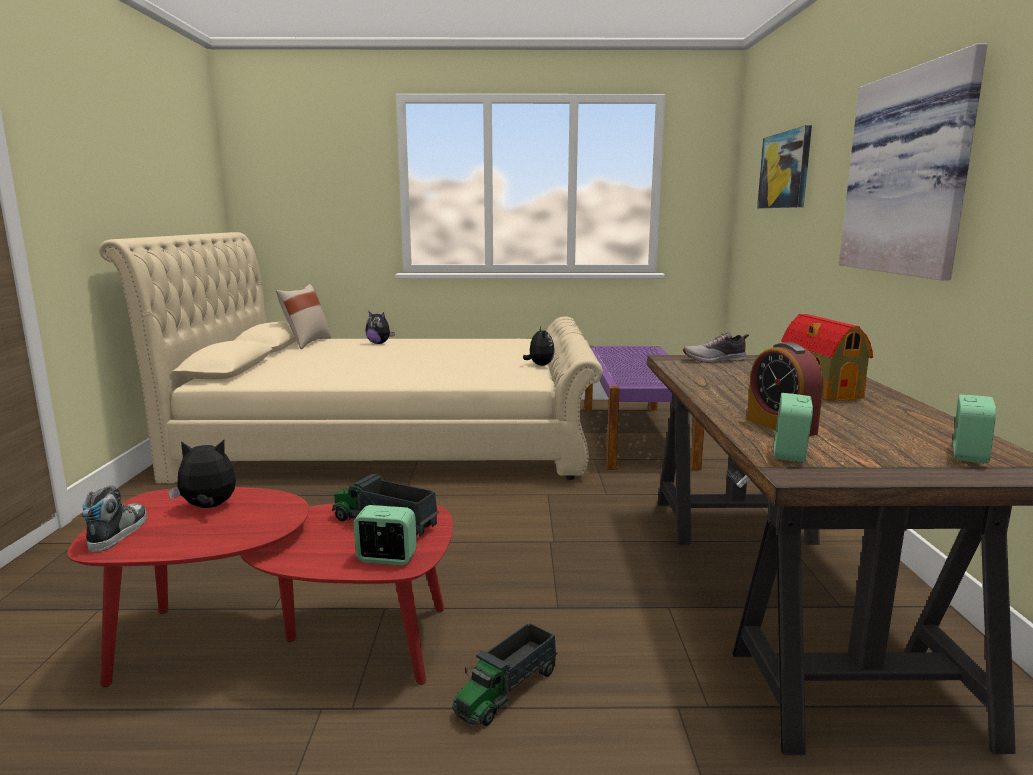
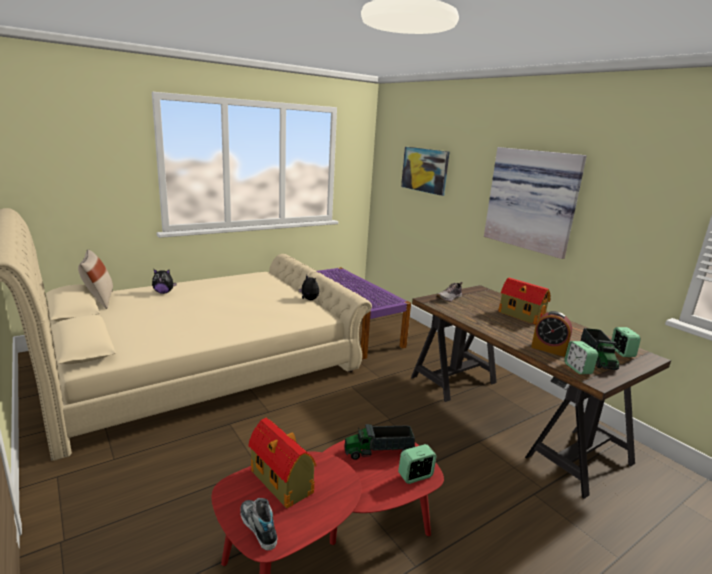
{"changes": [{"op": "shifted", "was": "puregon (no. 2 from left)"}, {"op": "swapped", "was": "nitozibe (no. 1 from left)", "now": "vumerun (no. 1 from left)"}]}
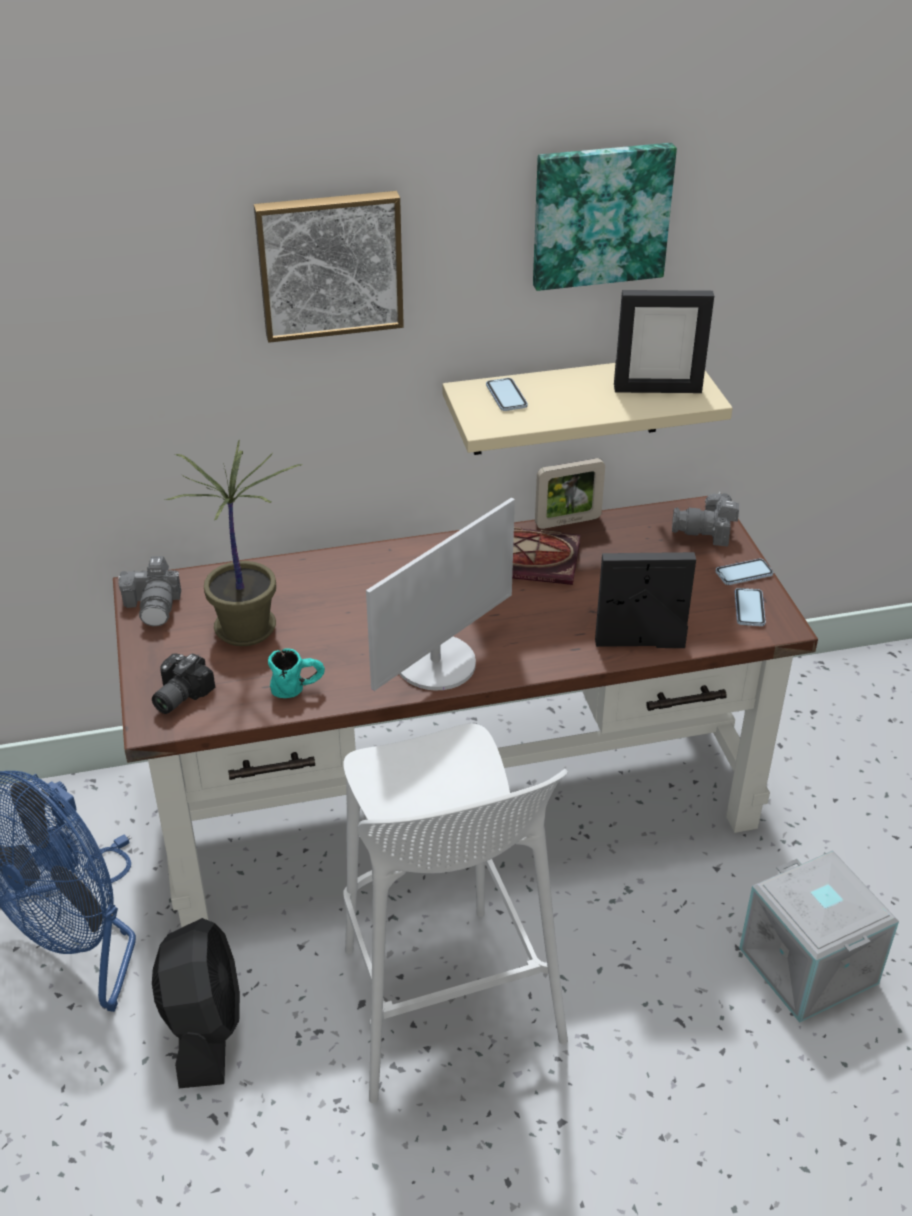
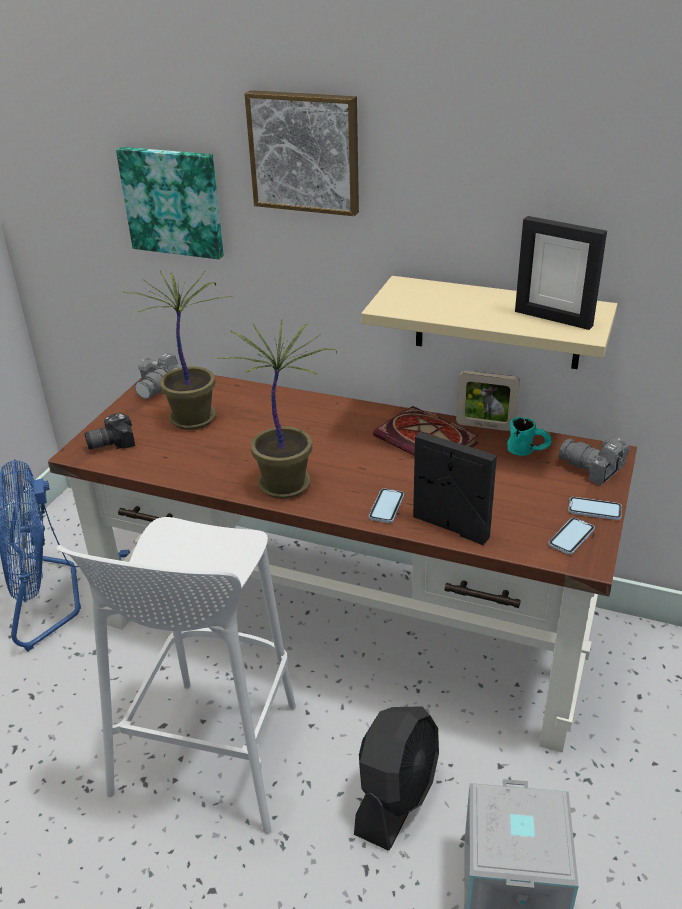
{"changes": [{"op": "shifted", "was": "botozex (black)"}, {"op": "shifted", "was": "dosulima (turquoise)"}, {"op": "shifted", "was": "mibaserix (no. 1 from left)"}, {"op": "shifted", "was": "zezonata (no. 2 from left in the first image)", "now": "zezonata (no. 1 from left)"}, {"op": "swapped", "was": "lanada", "now": "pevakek (no. 2 from left)"}]}
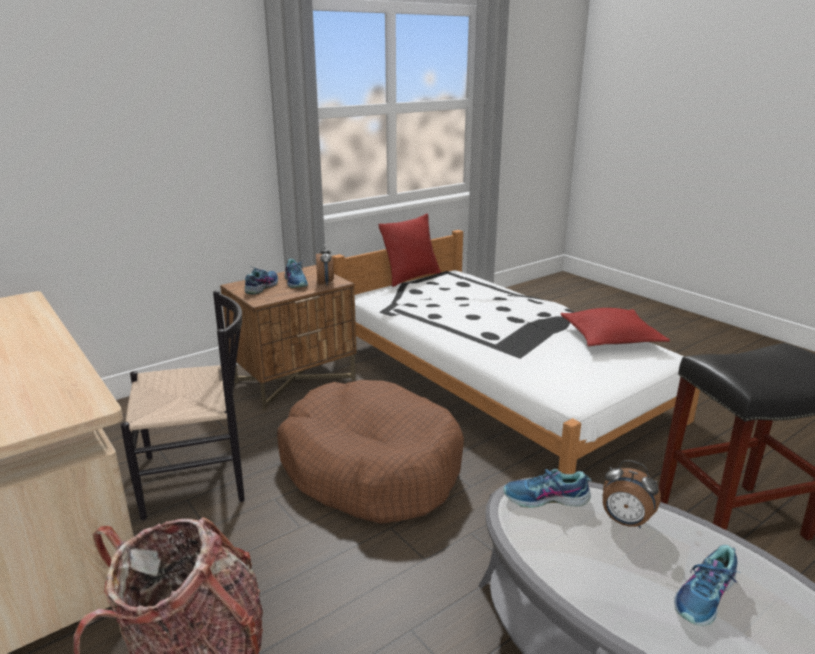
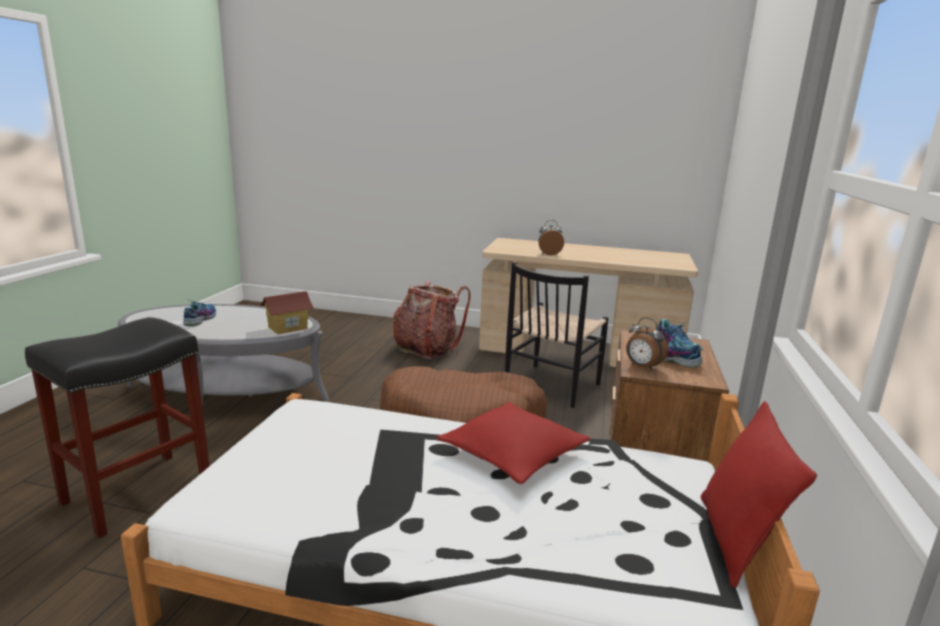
{"changes": [{"op": "shifted", "was": "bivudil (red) (no. 2 from left in the first image)", "now": "bivudil (red) (no. 1 from left)"}, {"op": "shifted", "was": "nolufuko (no. 2 from left in the first image)", "now": "nolufuko (no. 1 from left)"}, {"op": "swapped", "was": "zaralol (no. 3 from left)", "now": "vumerun"}]}
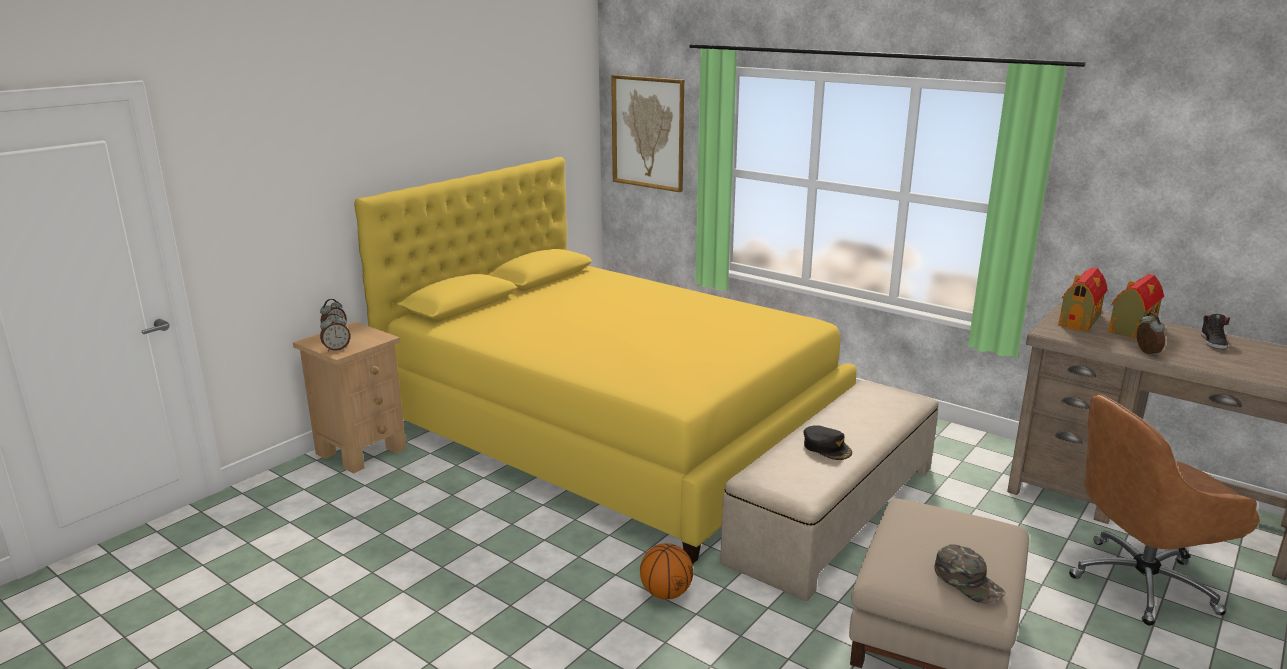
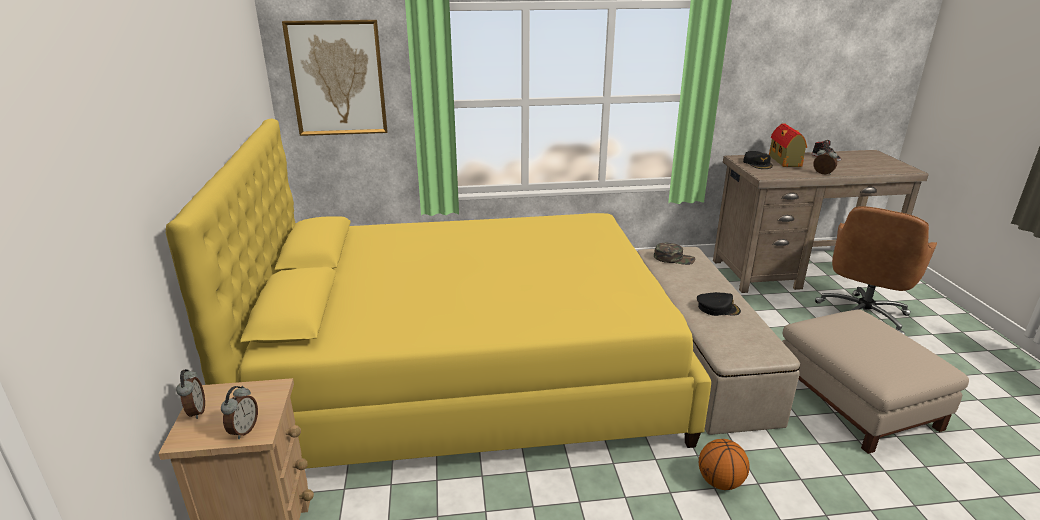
{"changes": [{"op": "shifted", "was": "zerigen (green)"}, {"op": "swapped", "was": "vumerun (no. 1 from left)", "now": "zerigen (black) (no. 2 from left)"}]}
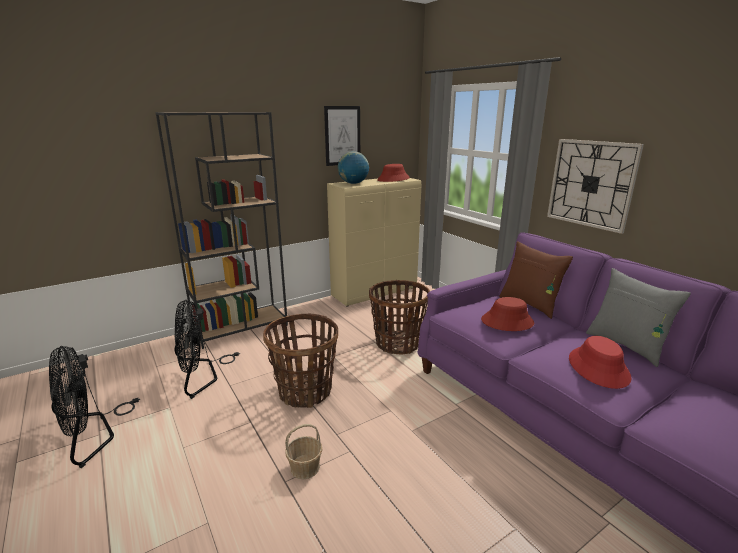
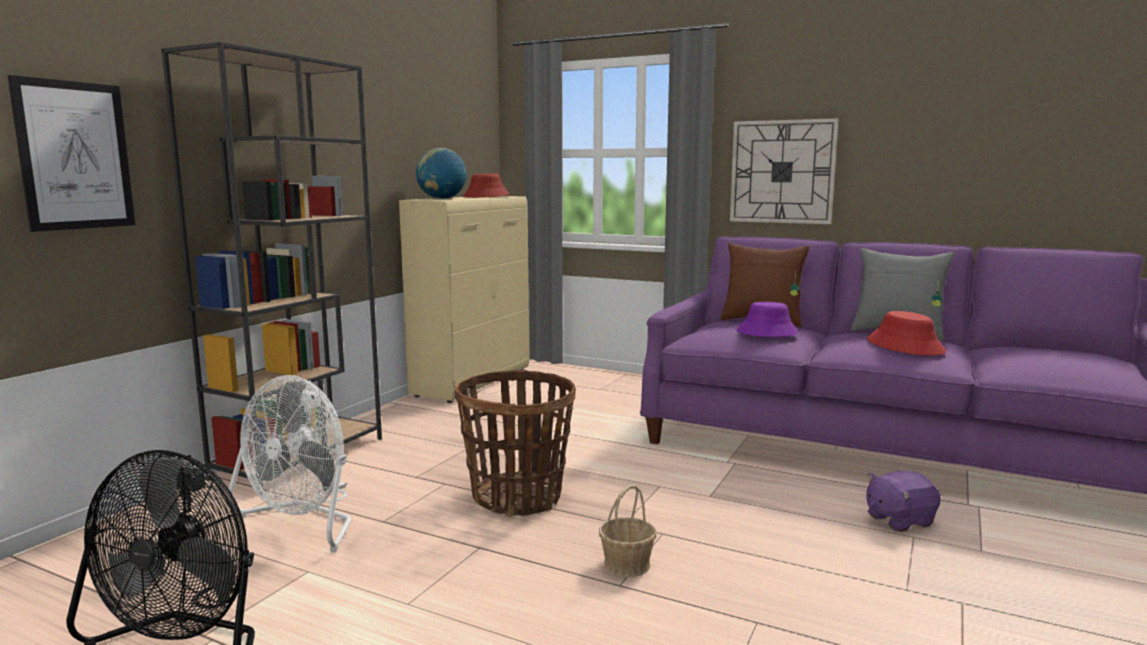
{"changes": [{"op": "gone", "was": "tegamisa (no. 3 from left)"}, {"op": "new", "now": "nitozibe (purple)"}, {"op": "shifted", "was": "zezonata"}, {"op": "repainted", "was": "botozex (black) (no. 2 from left)", "now": "botozex (white)"}, {"op": "repainted", "was": "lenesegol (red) (no. 2 from left)", "now": "lenesegol (purple)"}]}
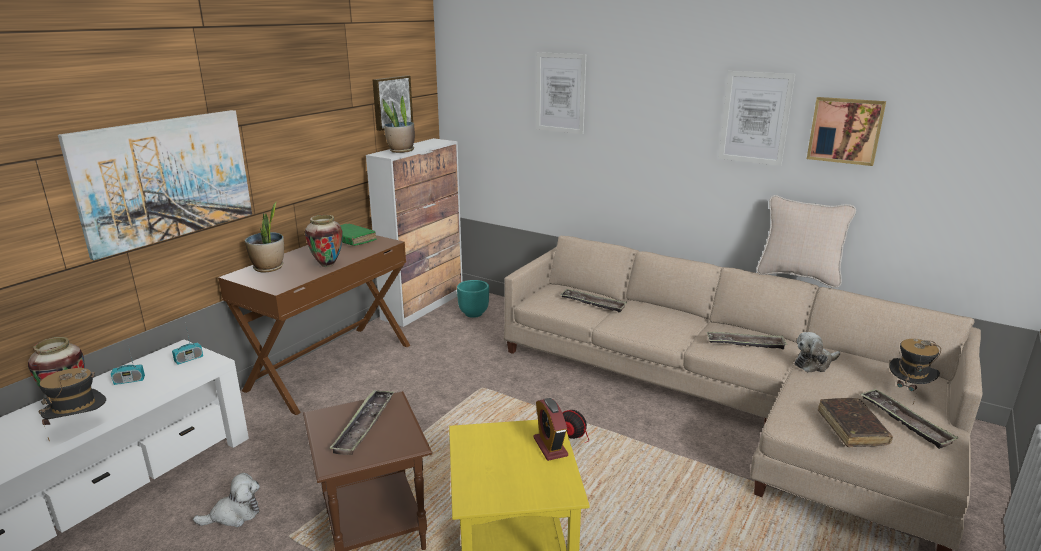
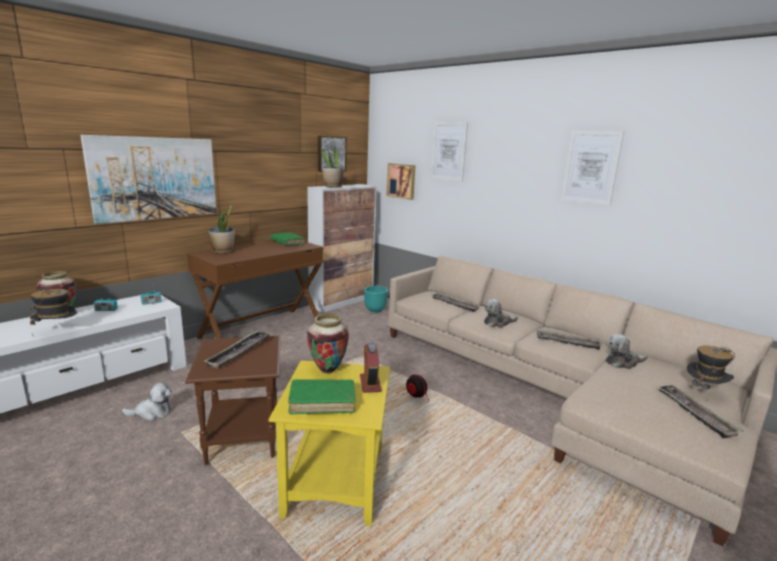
{"changes": [{"op": "gone", "was": "bivudil (beige)"}, {"op": "gone", "was": "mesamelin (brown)"}, {"op": "new", "now": "mesamelin (green) (no. 2 from left)"}, {"op": "new", "now": "nitozibe (no. 2 from left)"}, {"op": "shifted", "was": "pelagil (no. 2 from left)"}, {"op": "shifted", "was": "zezonata (no. 5 from left in the first image)", "now": "zezonata (no. 3 from left)"}]}
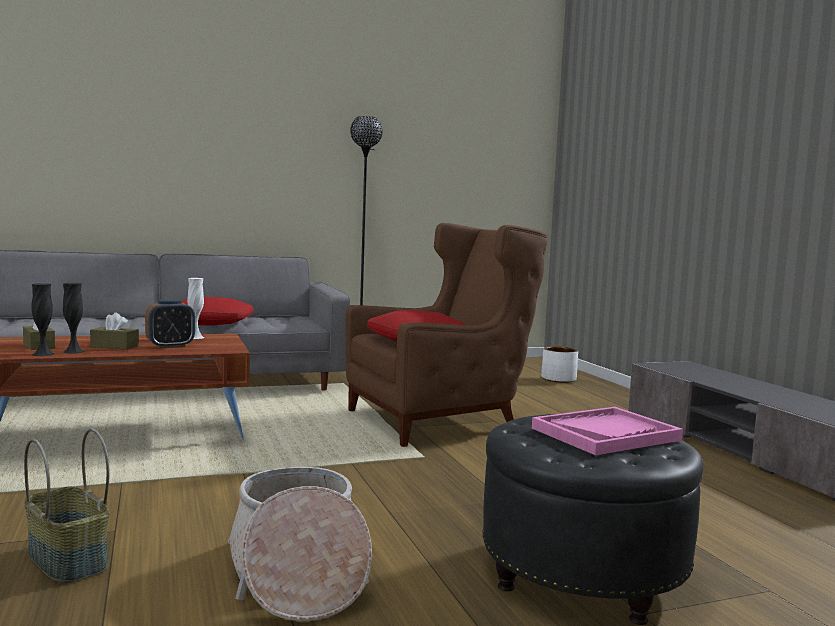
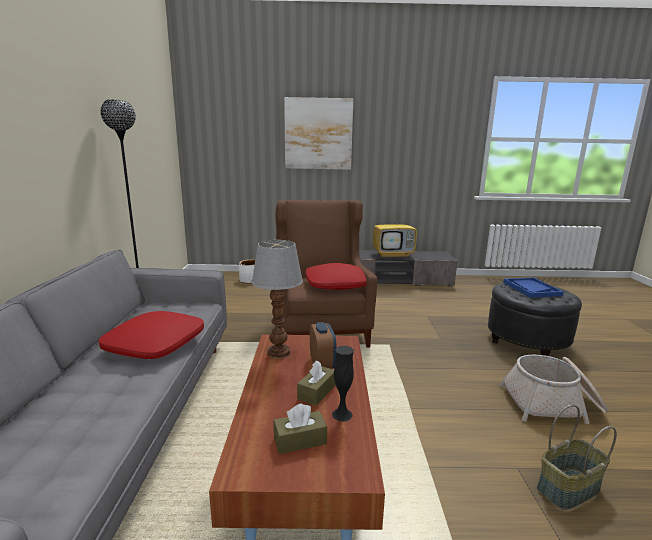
{"changes": [{"op": "gone", "was": "pelagil (black) (no. 1 from left)"}, {"op": "new", "now": "zezonata"}, {"op": "new", "now": "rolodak"}, {"op": "swapped", "was": "pelagil (white)", "now": "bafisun"}, {"op": "repainted", "was": "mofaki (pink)", "now": "mofaki (blue)"}]}
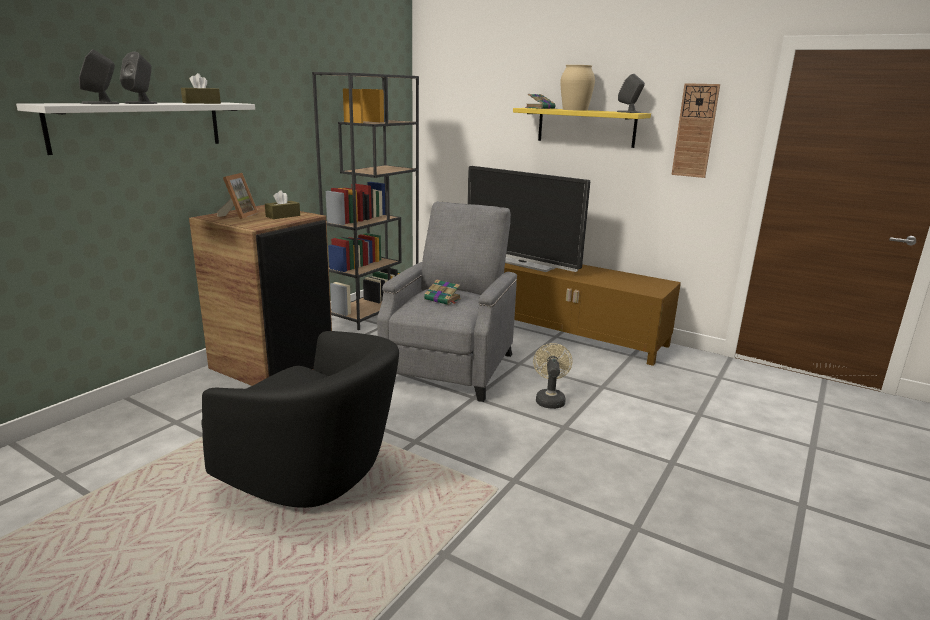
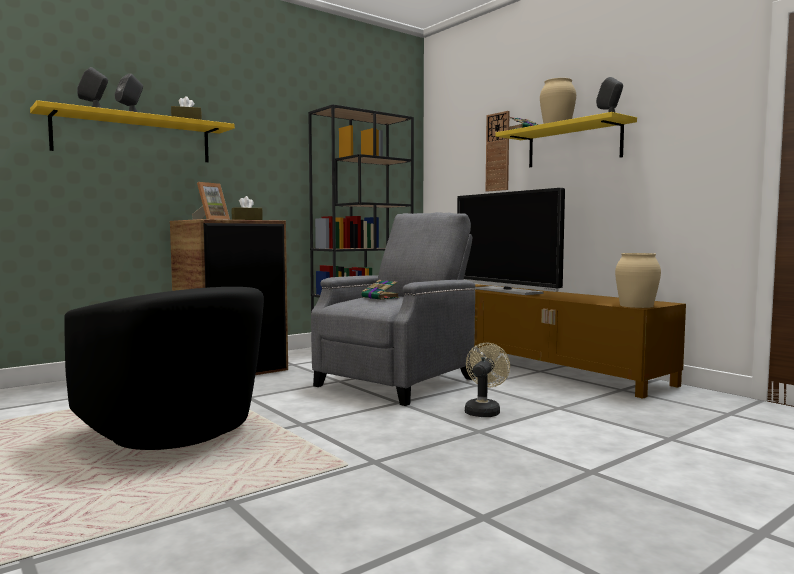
{"changes": [{"op": "new", "now": "pelagil (beige) (no. 2 from left)"}, {"op": "shifted", "was": "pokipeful"}, {"op": "repainted", "was": "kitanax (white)", "now": "kitanax (yellow) (no. 1 from left)"}]}
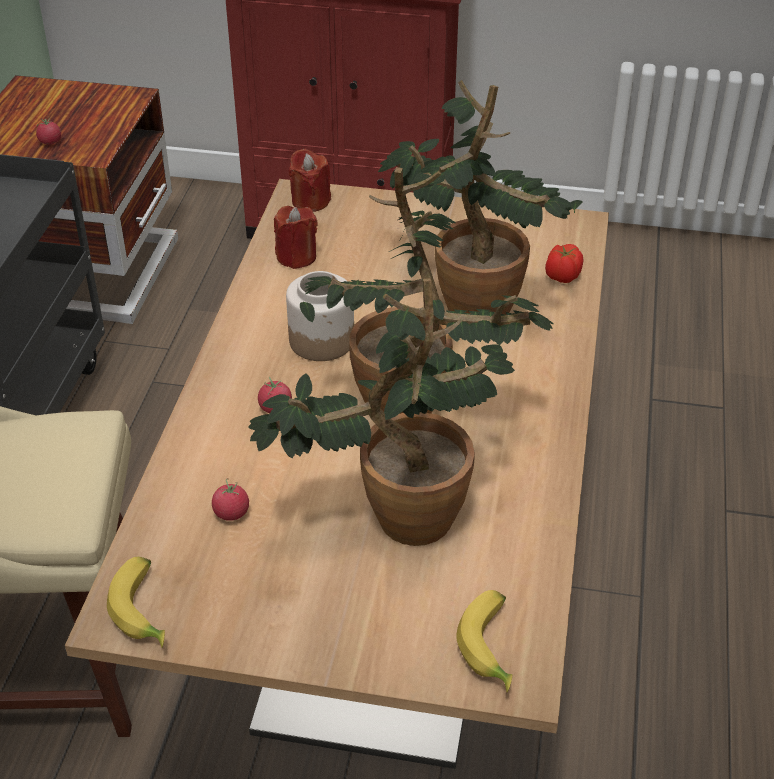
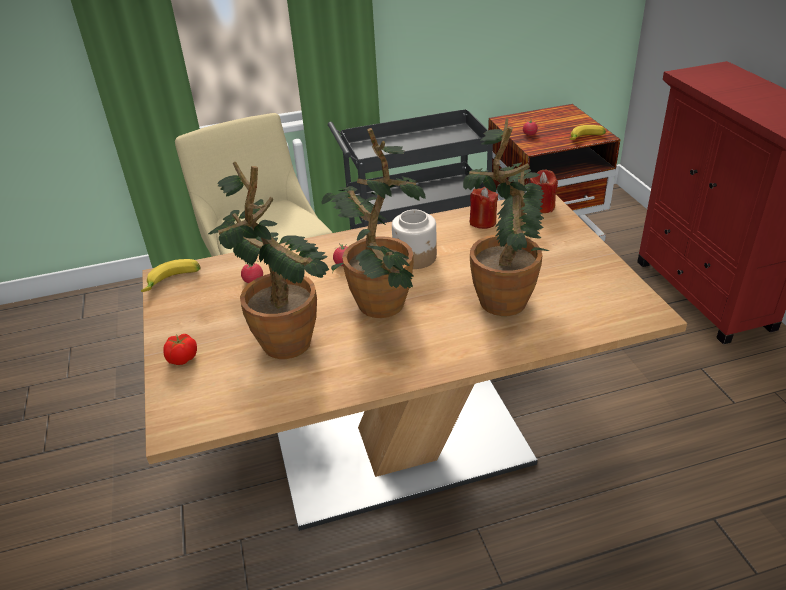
{"changes": [{"op": "shifted", "was": "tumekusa (no. 2 from left)"}, {"op": "shifted", "was": "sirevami (no. 4 from left in the first image)", "now": "sirevami (no. 1 from left)"}]}
